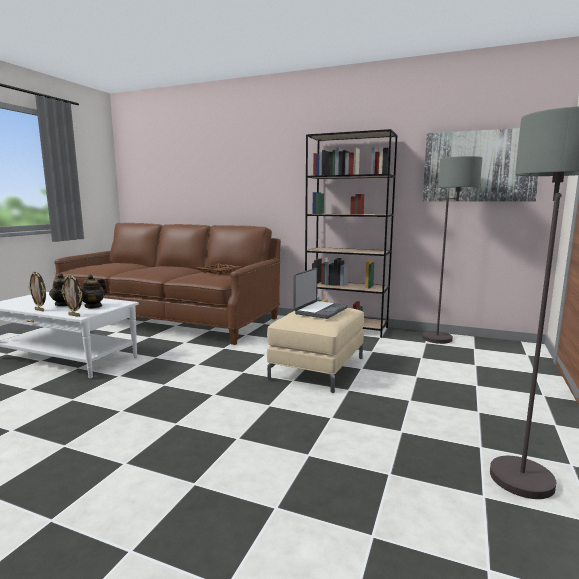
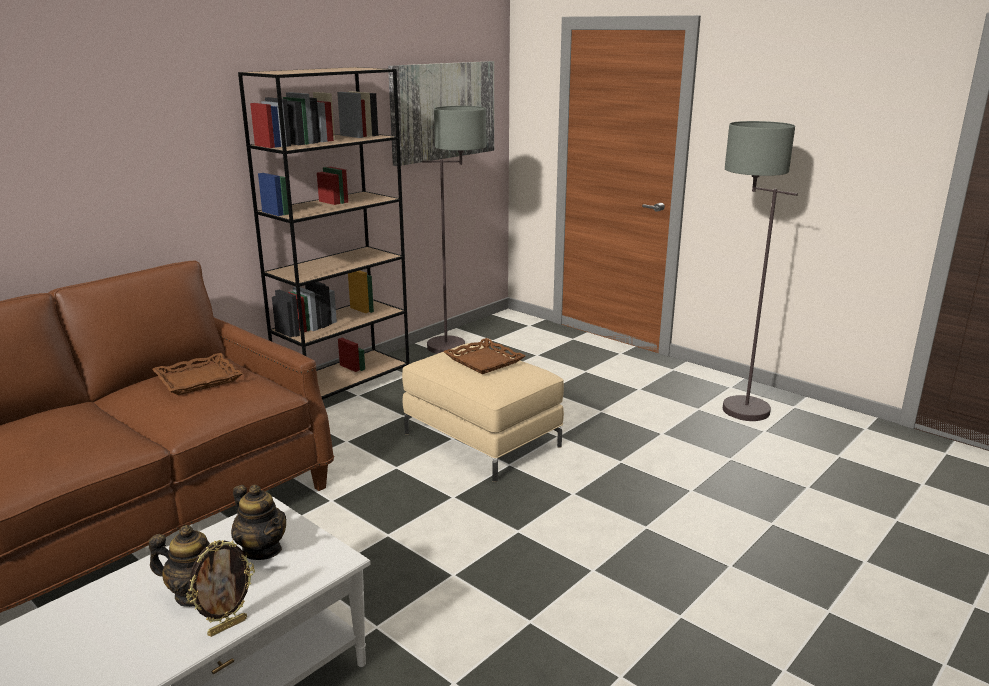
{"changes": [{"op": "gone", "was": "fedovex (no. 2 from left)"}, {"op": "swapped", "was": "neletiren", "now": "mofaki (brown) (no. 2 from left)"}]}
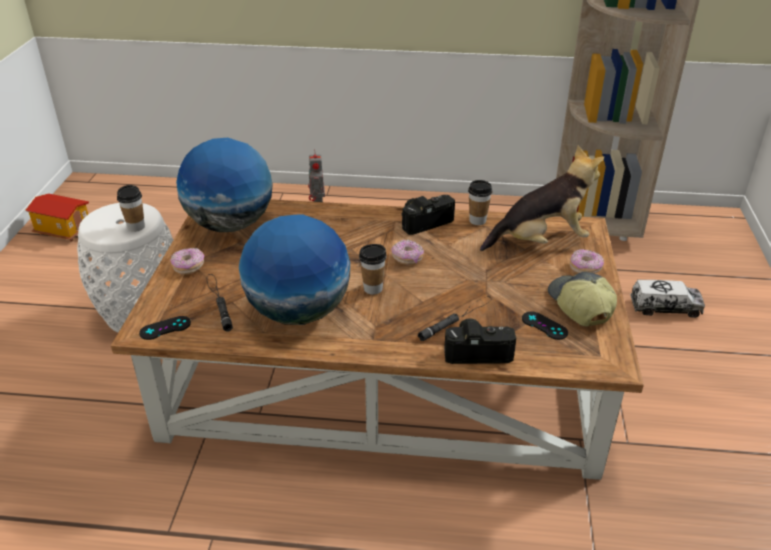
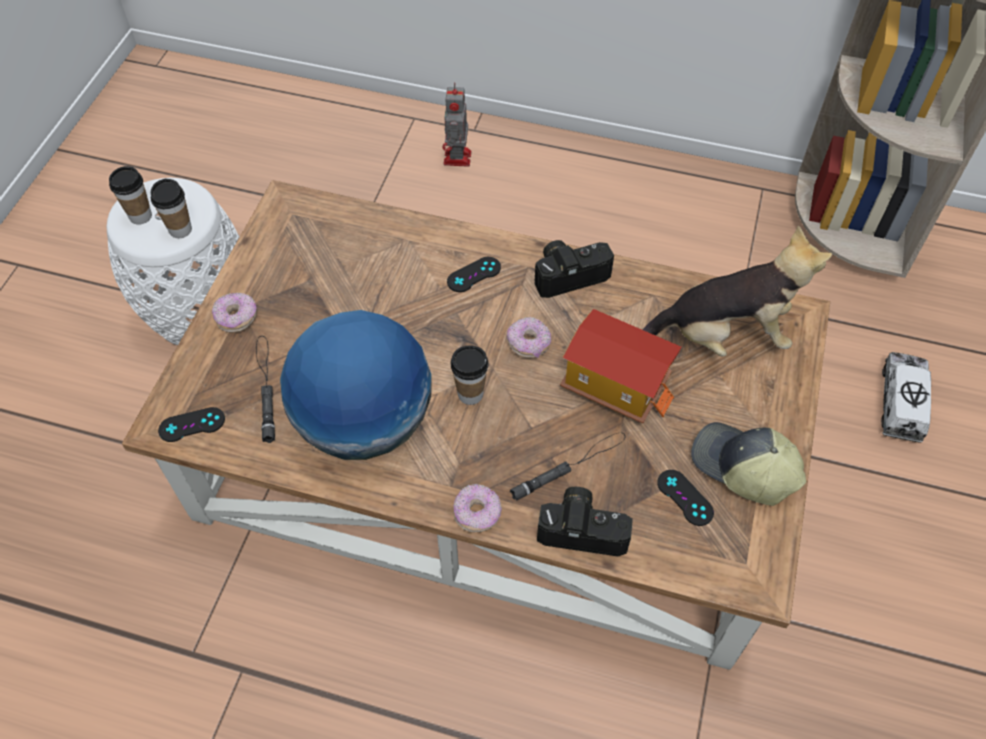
{"changes": [{"op": "gone", "was": "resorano (no. 1 from left)"}, {"op": "new", "now": "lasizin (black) (no. 2 from left)"}, {"op": "shifted", "was": "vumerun"}, {"op": "shifted", "was": "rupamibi (no. 3 from left in the first image)", "now": "rupamibi (no. 1 from left)"}, {"op": "shifted", "was": "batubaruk (no. 3 from left in the first image)", "now": "batubaruk (no. 2 from left)"}, {"op": "rotated", "was": "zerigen", "clockwise": -45}, {"op": "rotated", "was": "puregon", "clockwise": -90}]}
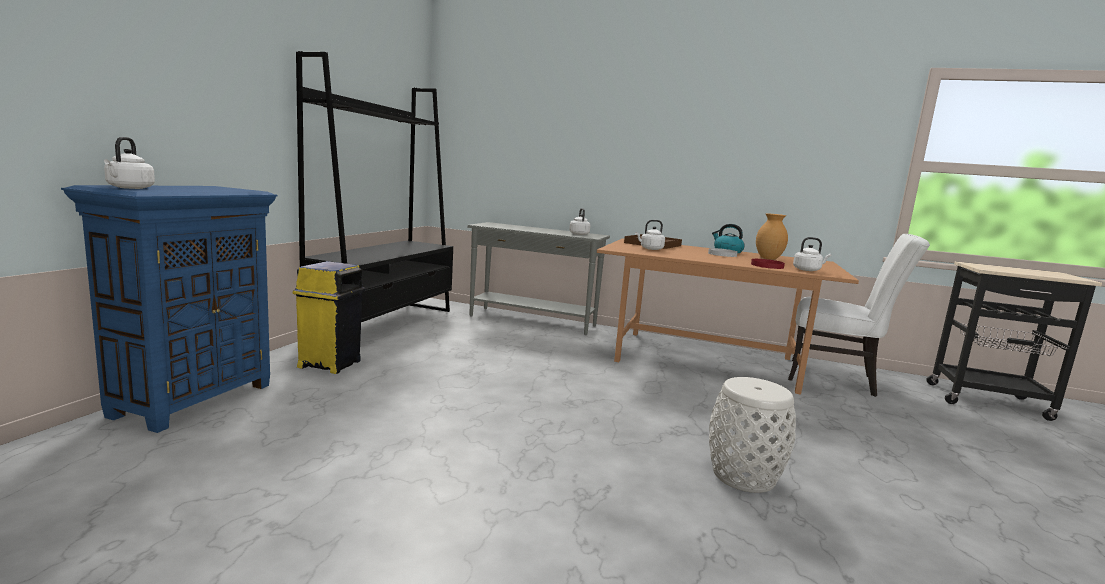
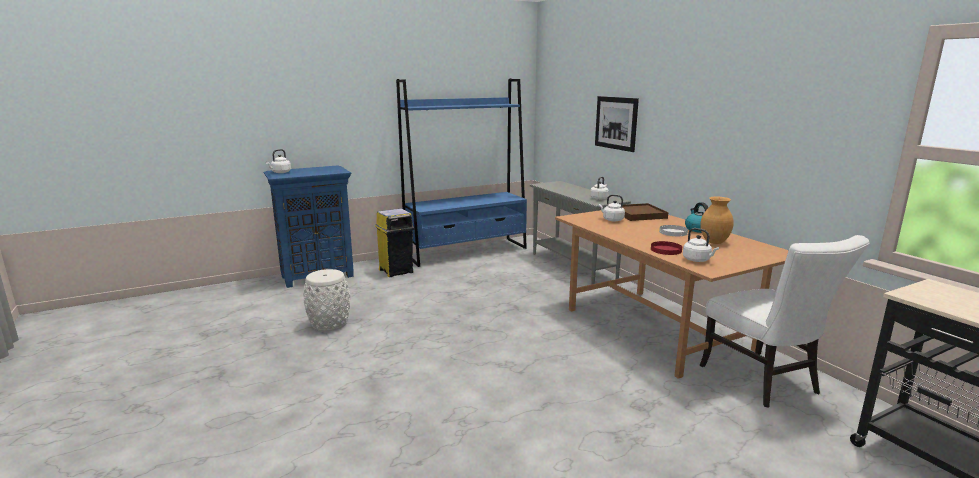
{"changes": [{"op": "new", "now": "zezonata"}, {"op": "shifted", "was": "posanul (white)"}, {"op": "repainted", "was": "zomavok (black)", "now": "zomavok (blue)"}]}
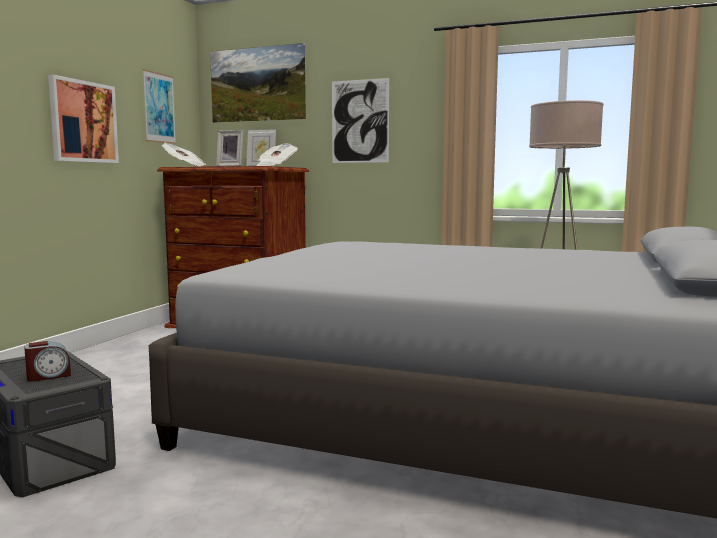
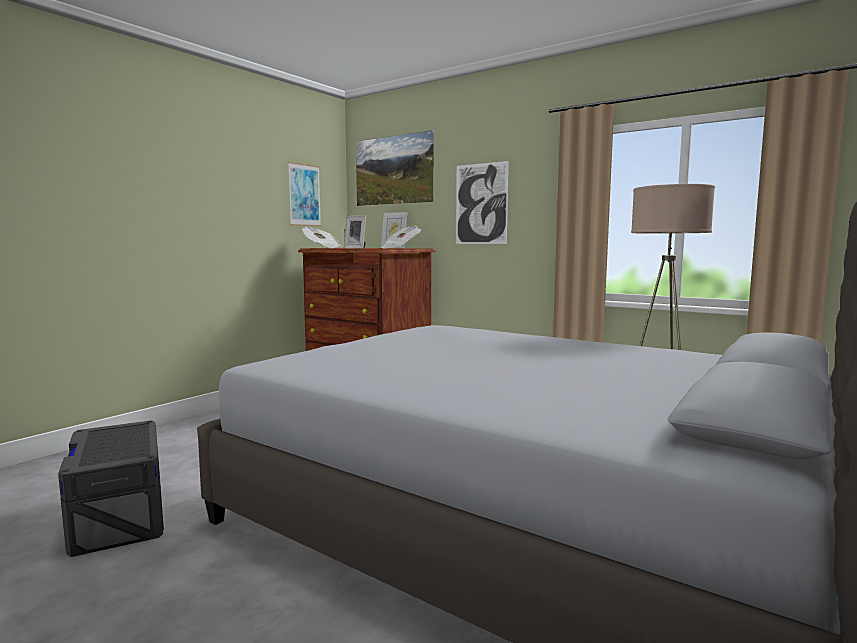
{"changes": [{"op": "gone", "was": "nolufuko"}, {"op": "gone", "was": "zezonata (no. 1 from left)"}]}
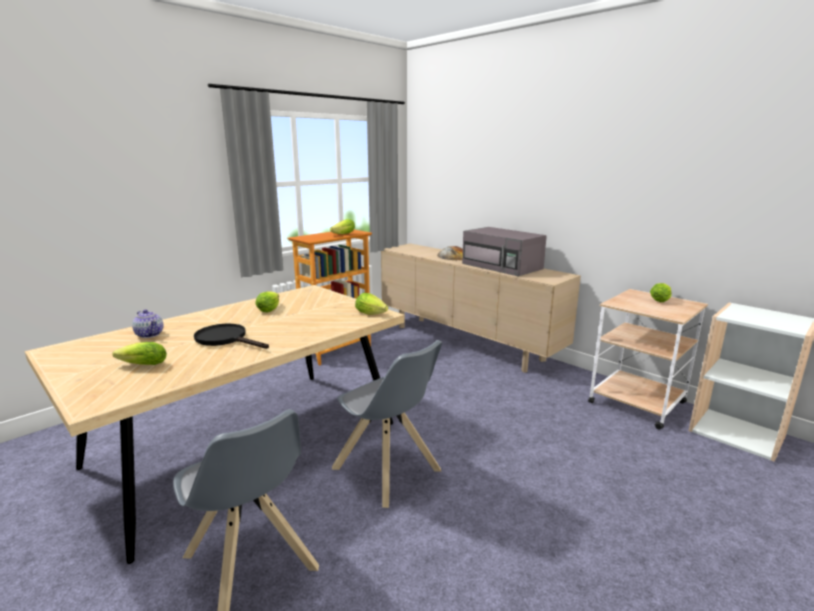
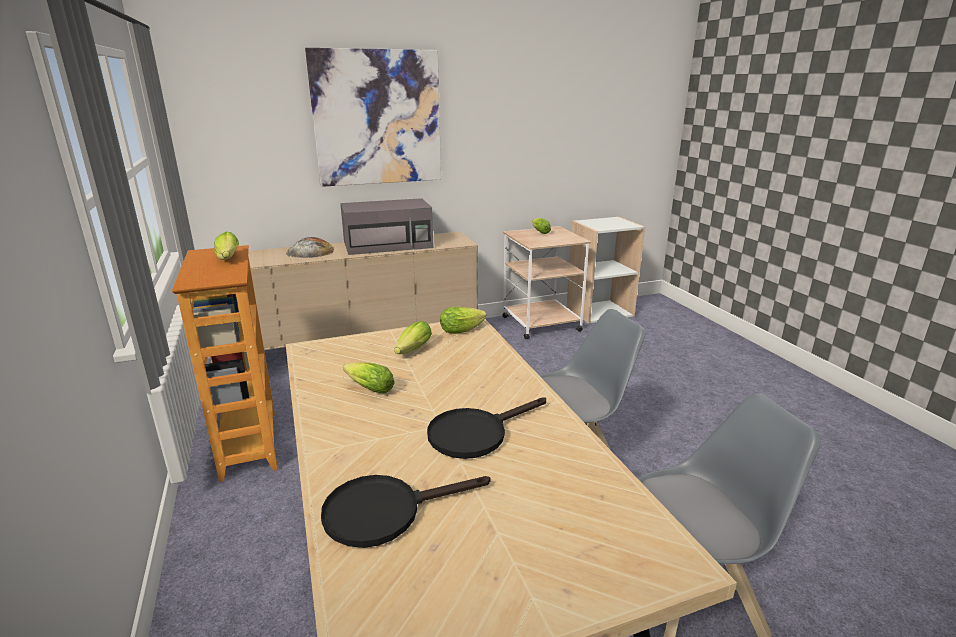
{"changes": [{"op": "new", "now": "zezonata"}, {"op": "shifted", "was": "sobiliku (no. 1 from left in the first image)", "now": "sobiliku (no. 3 from left)"}, {"op": "swapped", "was": "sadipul", "now": "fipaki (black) (no. 1 from left)"}]}
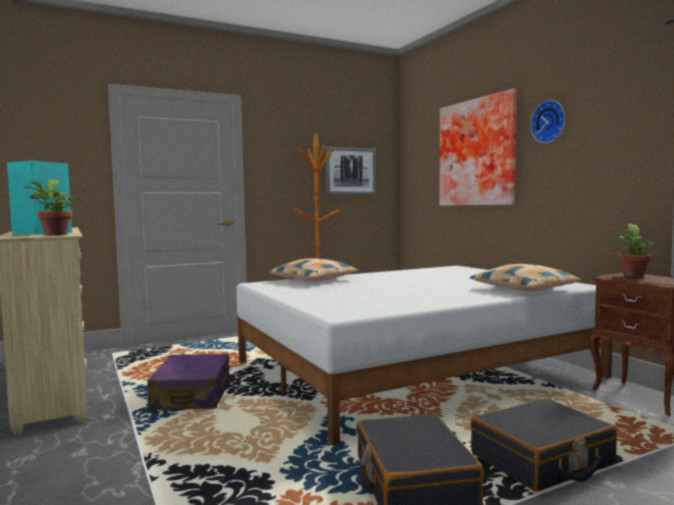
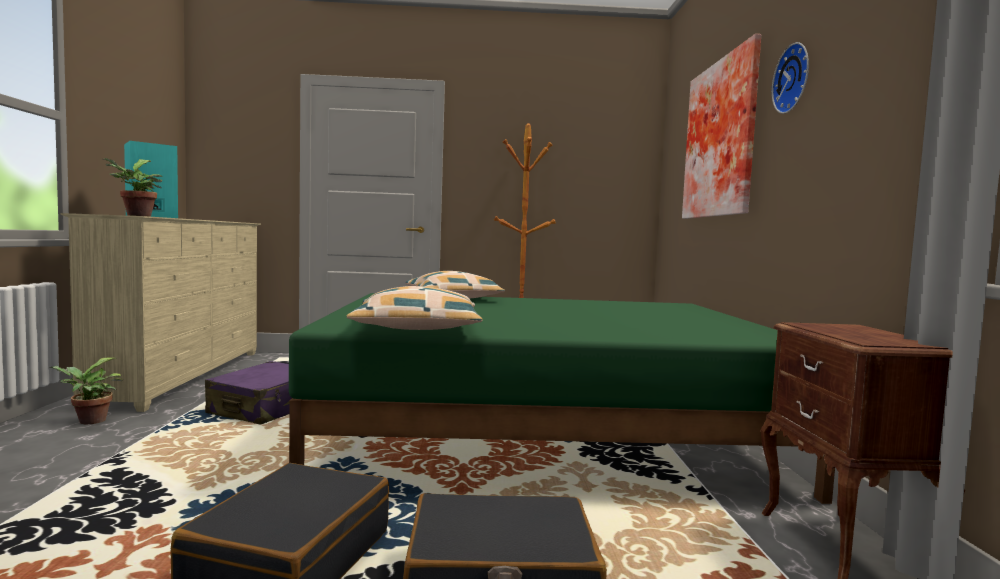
{"changes": [{"op": "gone", "was": "zezonata (no. 1 from left)"}, {"op": "shifted", "was": "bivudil (no. 2 from left in the first image)", "now": "bivudil (no. 1 from left)"}, {"op": "shifted", "was": "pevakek (no. 2 from left in the first image)", "now": "pevakek (no. 1 from left)"}, {"op": "repainted", "was": "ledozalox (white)", "now": "ledozalox (green)"}]}
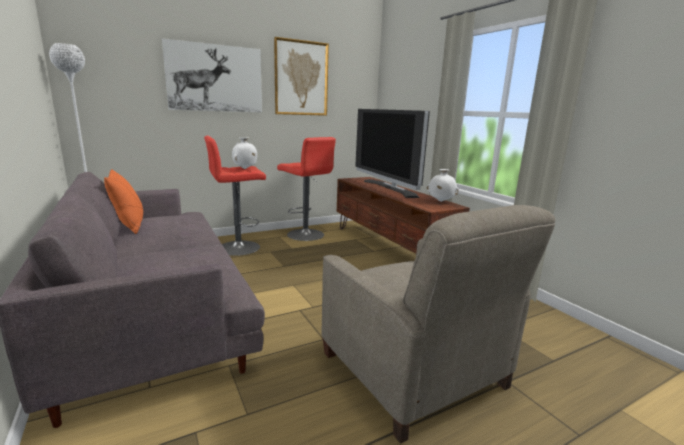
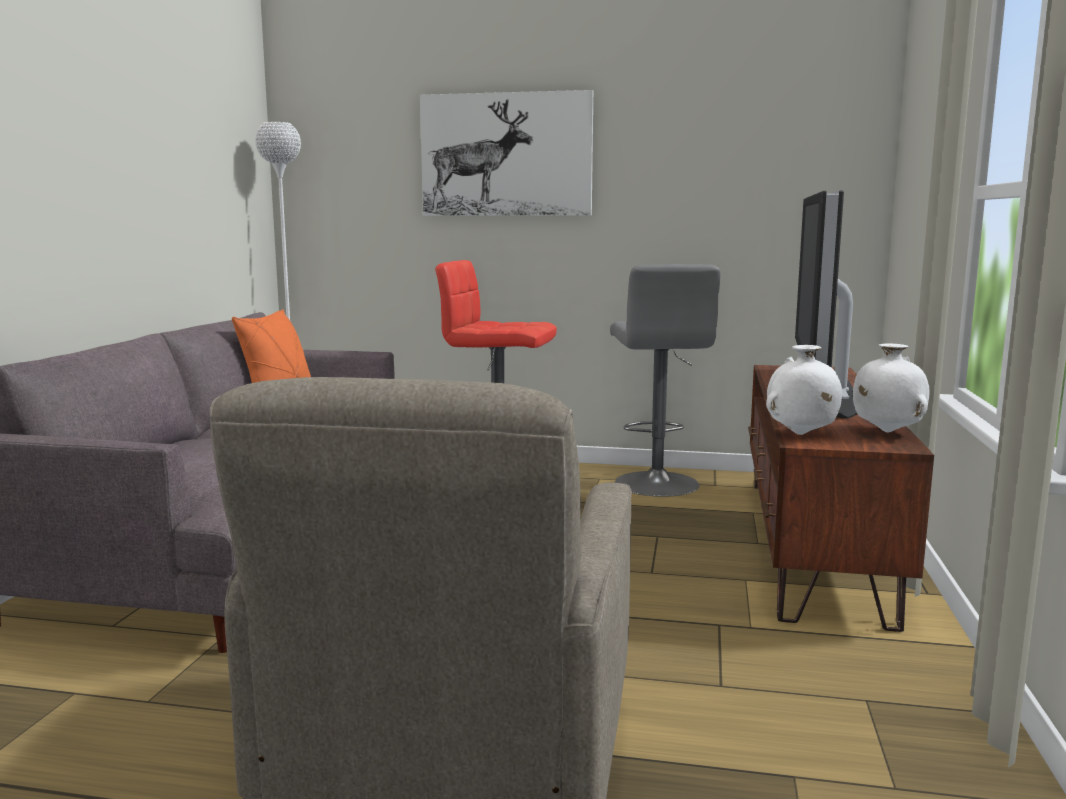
{"changes": [{"op": "gone", "was": "zezonata (no. 2 from left)"}, {"op": "shifted", "was": "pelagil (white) (no. 1 from left)"}, {"op": "repainted", "was": "posanul (red) (no. 2 from left)", "now": "posanul (grey)"}]}
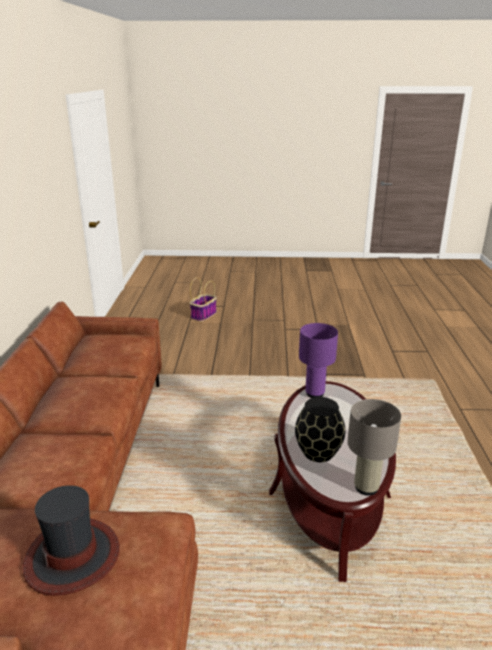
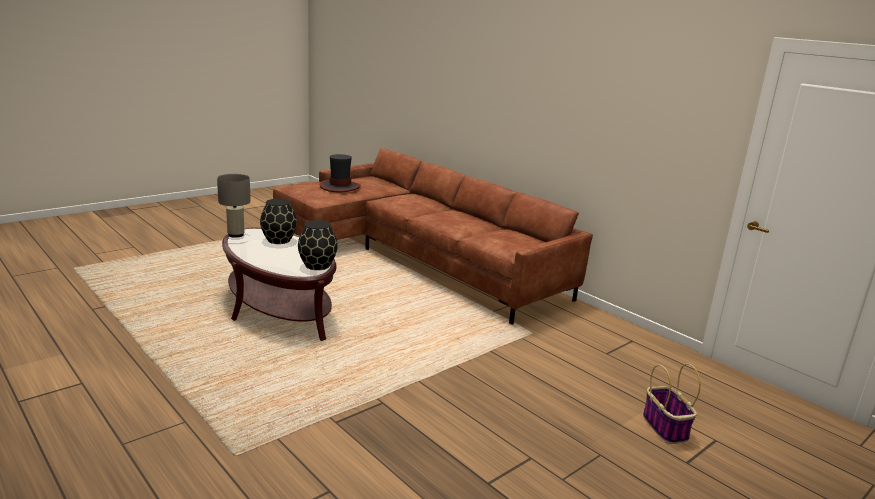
{"changes": [{"op": "swapped", "was": "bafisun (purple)", "now": "pelagil (black) (no. 2 from left)"}]}
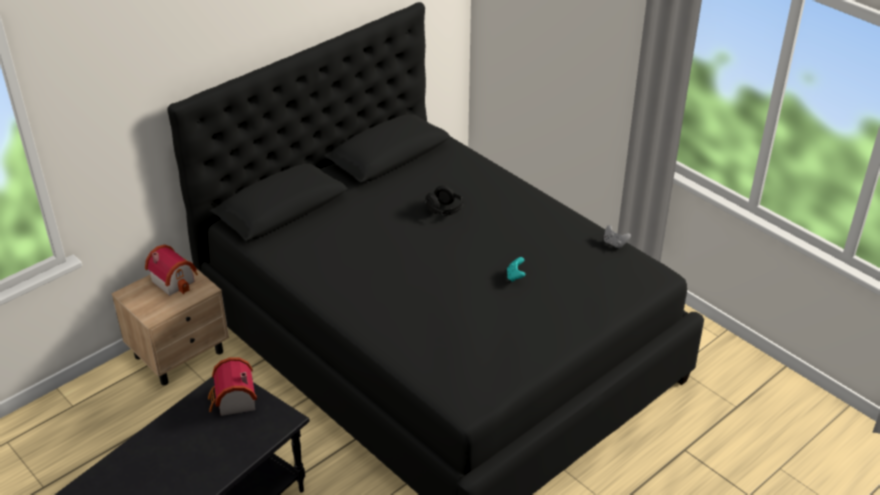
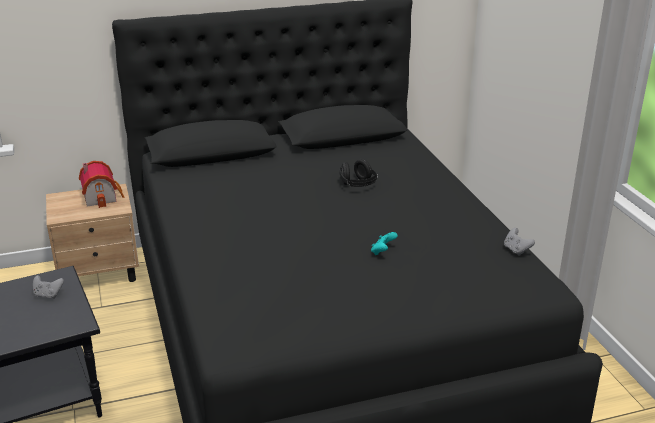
{"changes": [{"op": "swapped", "was": "vumerun (no. 2 from left)", "now": "lasizin (grey) (no. 1 from left)"}]}
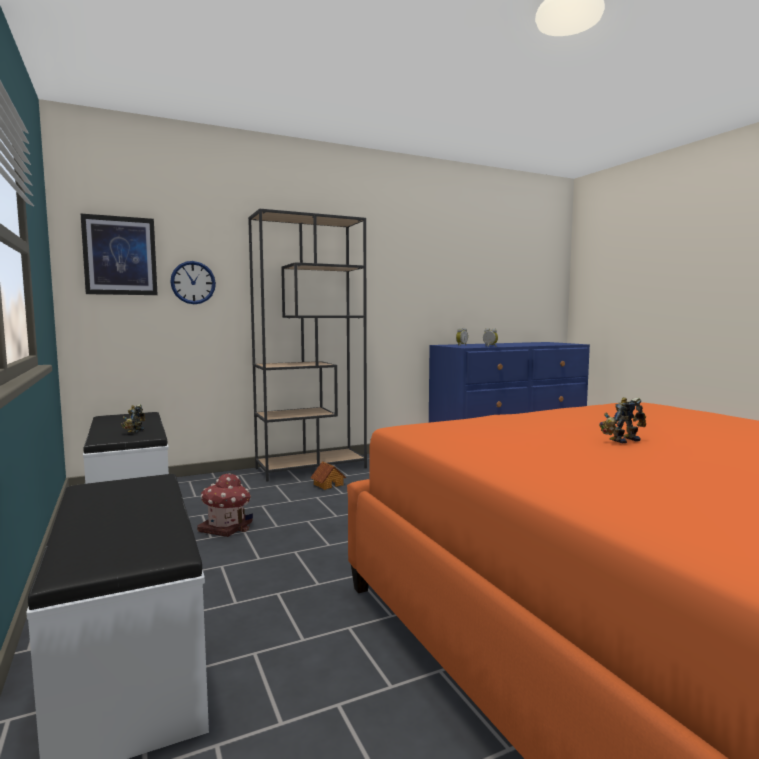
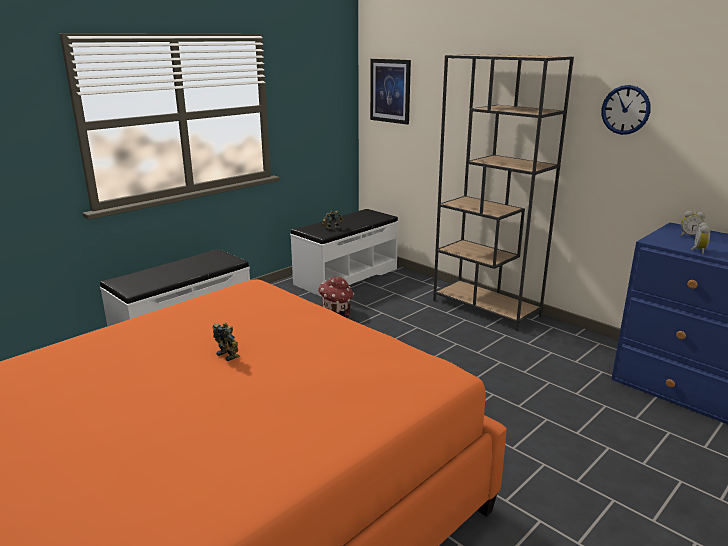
{"changes": [{"op": "gone", "was": "vumerun (no. 2 from left)"}, {"op": "shifted", "was": "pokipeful"}]}
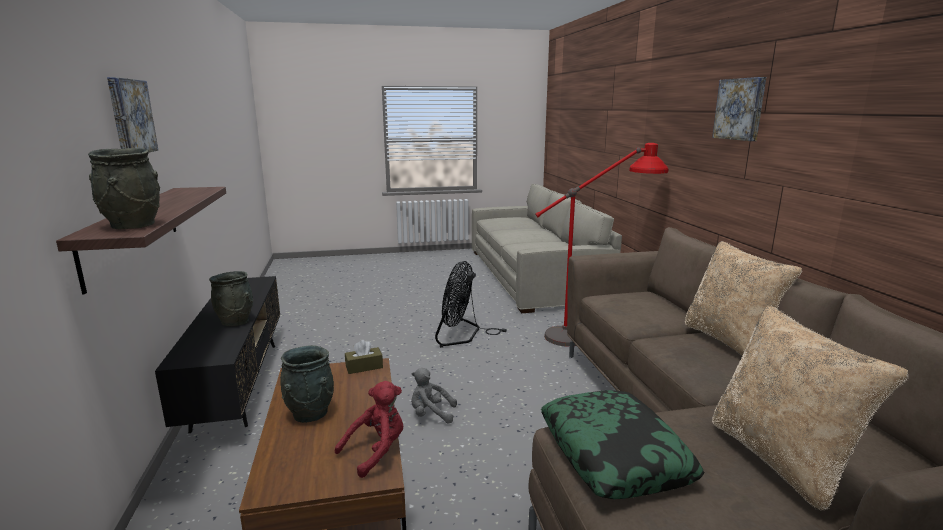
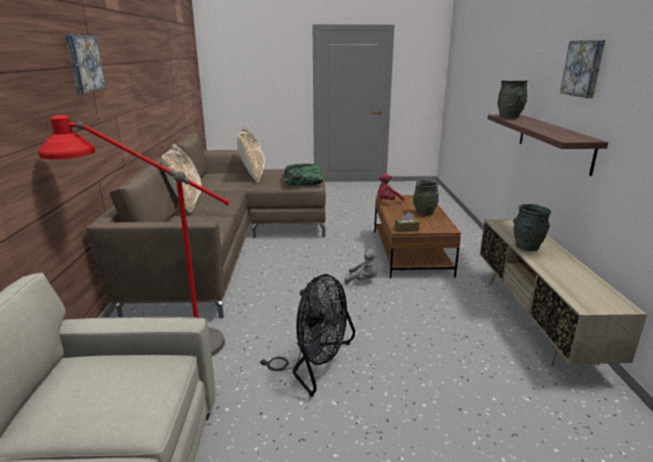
{"changes": [{"op": "repainted", "was": "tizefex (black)", "now": "tizefex (beige)"}]}
